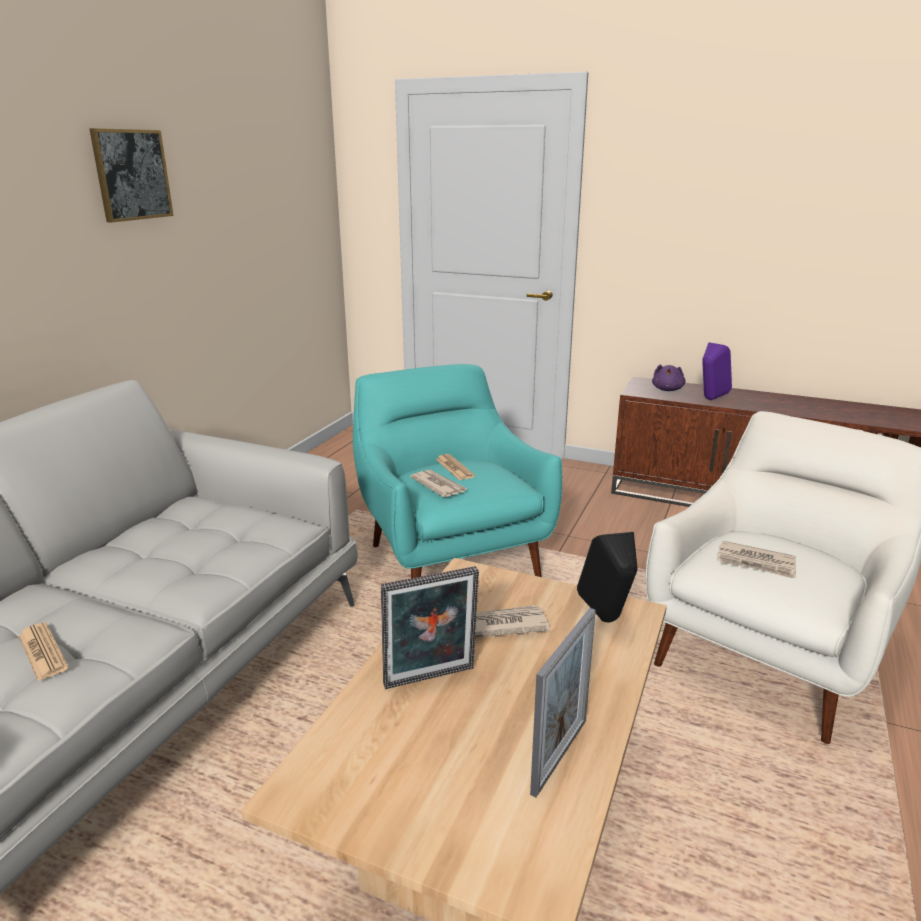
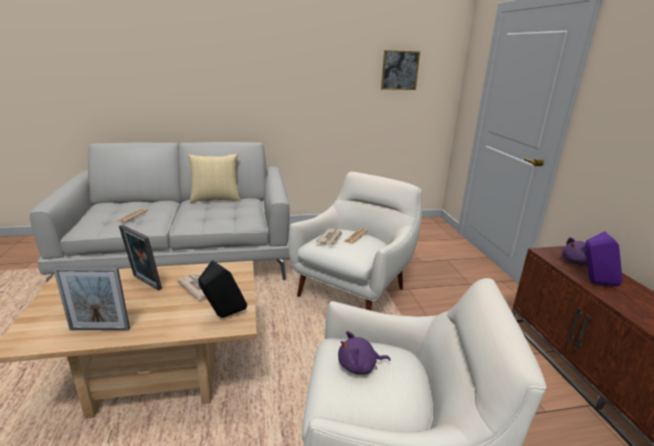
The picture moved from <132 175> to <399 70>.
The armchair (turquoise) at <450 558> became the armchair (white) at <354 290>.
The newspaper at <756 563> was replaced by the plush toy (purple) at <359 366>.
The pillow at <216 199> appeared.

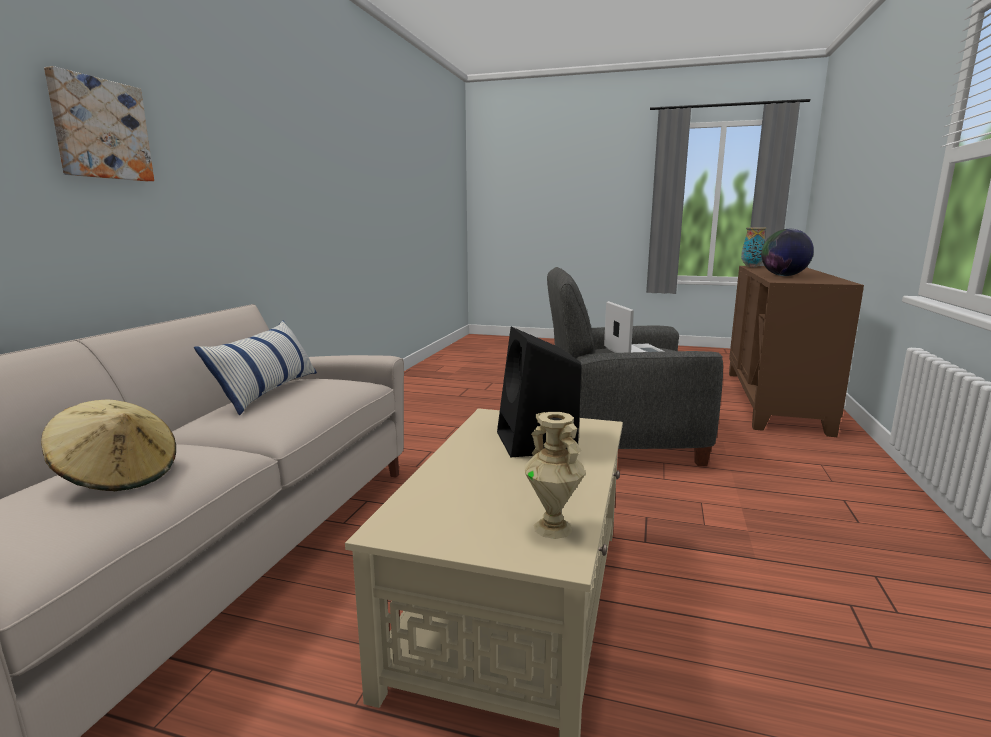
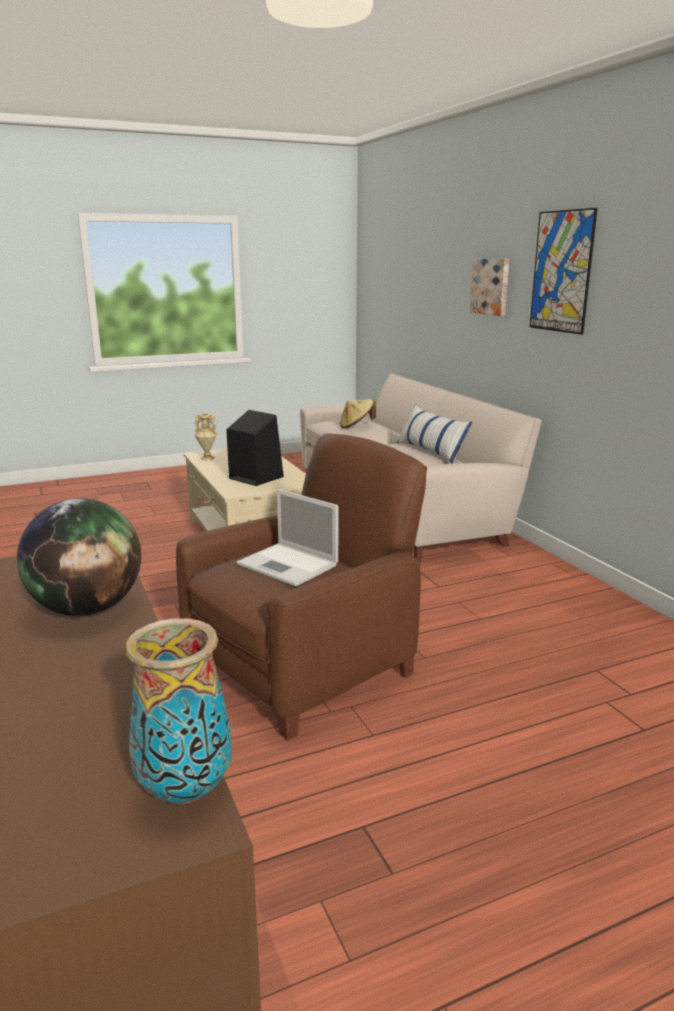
The armchair (grey) at <620 440> became the armchair (brown) at <303 667>.
The picture at <561 272> appeared.

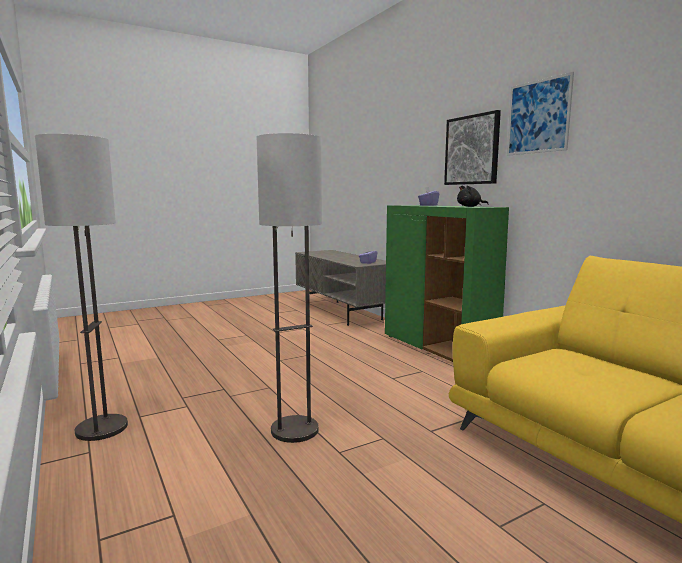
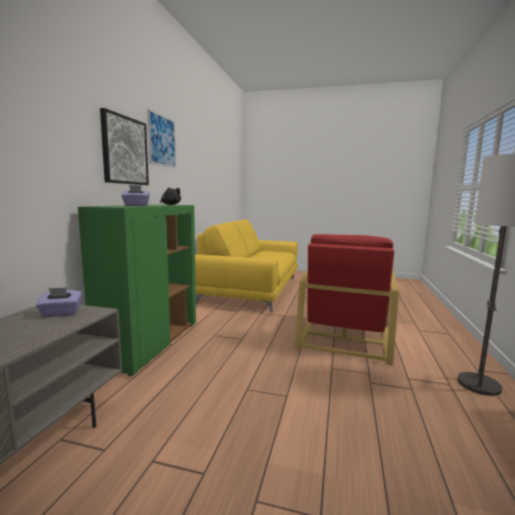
The floor lamp at <295 430> was replaced by the armchair (red) at <344 337>.

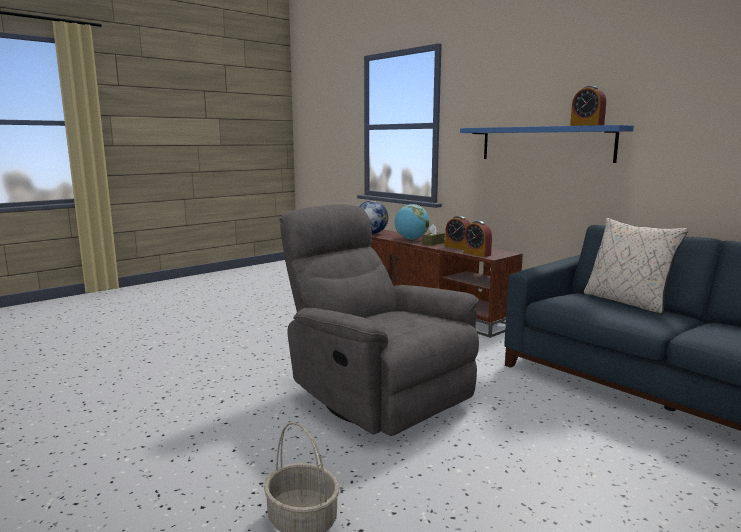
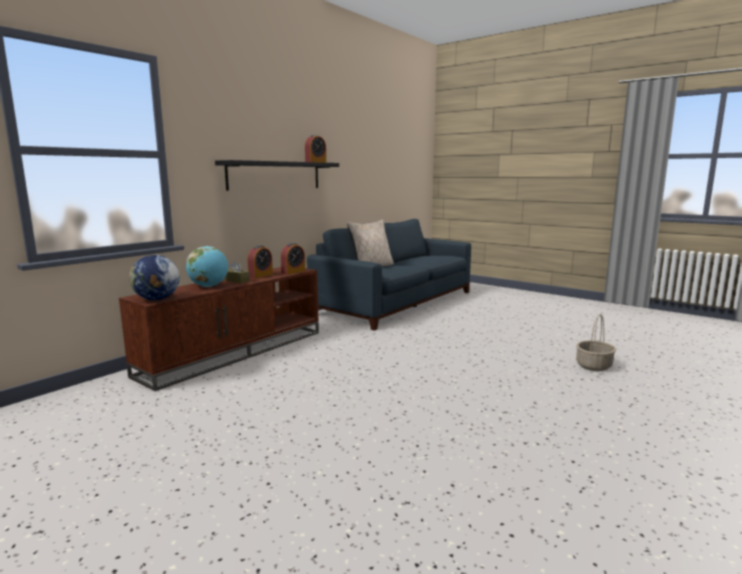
The shelf (blue) at <545 144> became the shelf (black) at <275 175>.
The armchair (grey) at <375 394> disappeared.

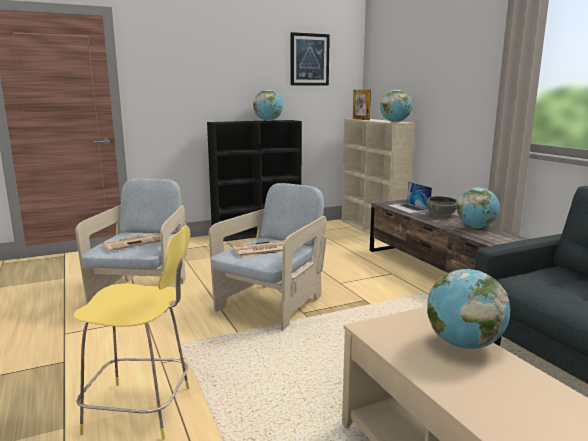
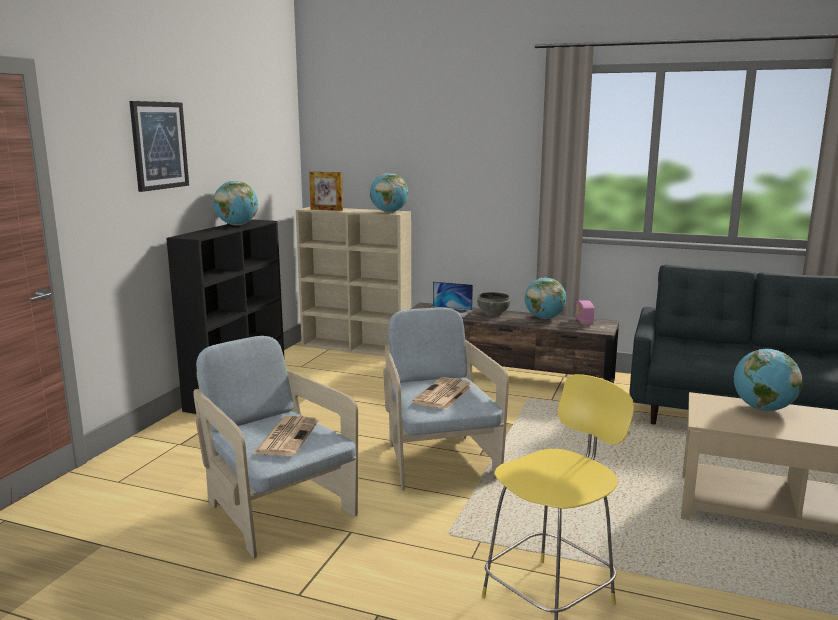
The picture moved from <309 59> to <159 145>.
The radio at <583 322> appeared.

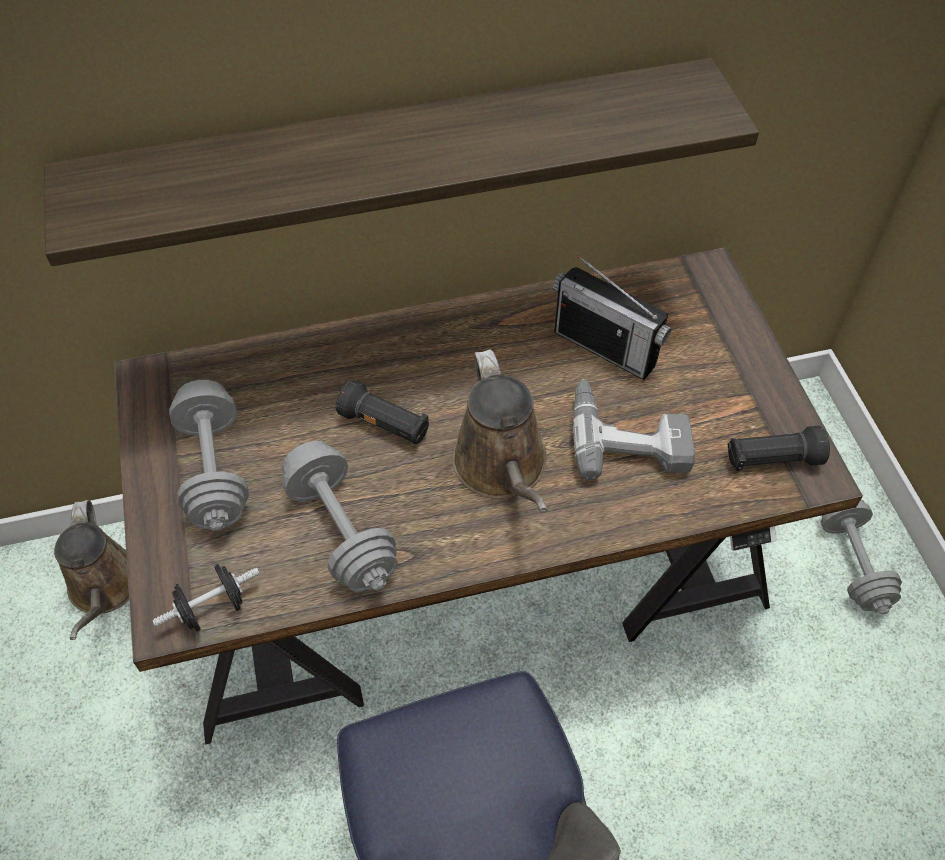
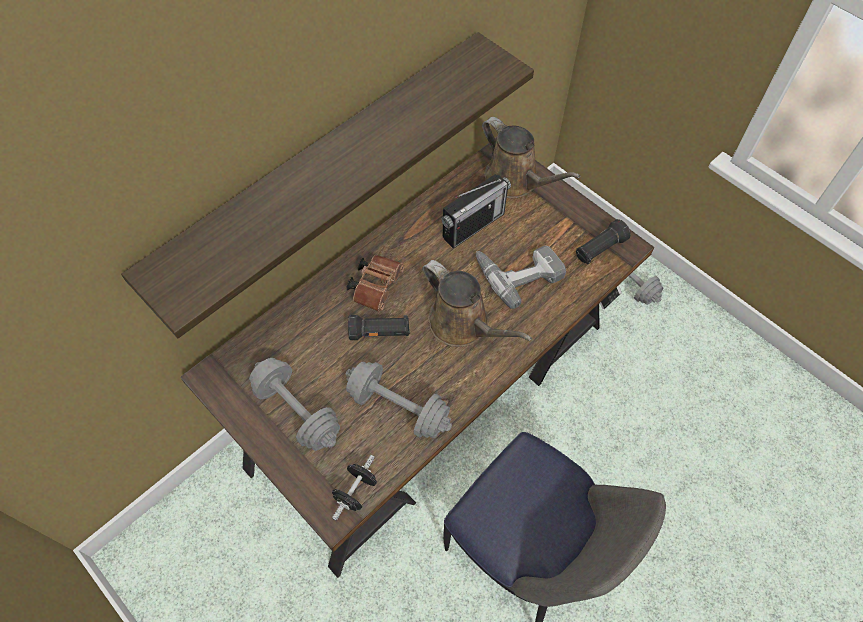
The radio at <605 347> turned 45 degrees counterclockwise.
The watering can (brown) moved from <104 588> to <515 181>.
The binoculars (brown) at <377 285> appeared.

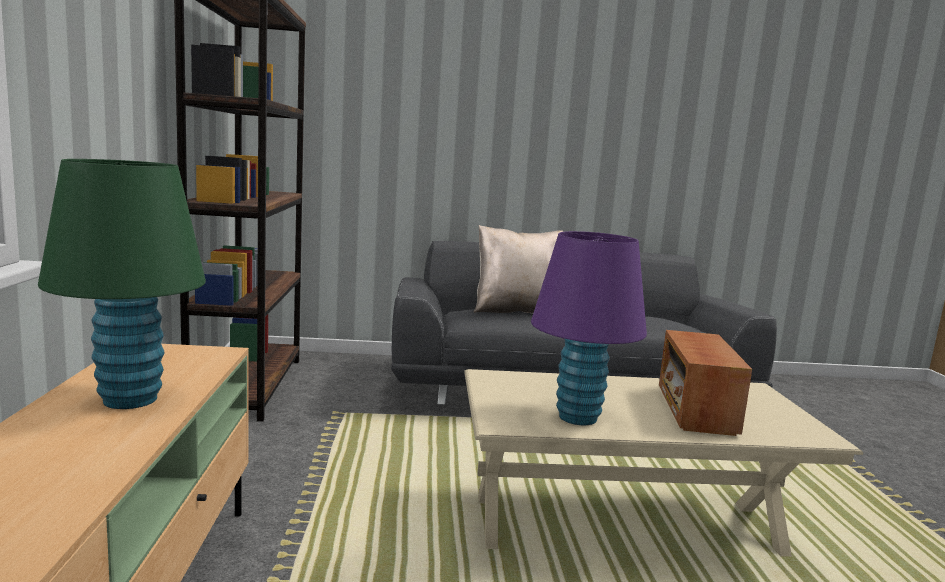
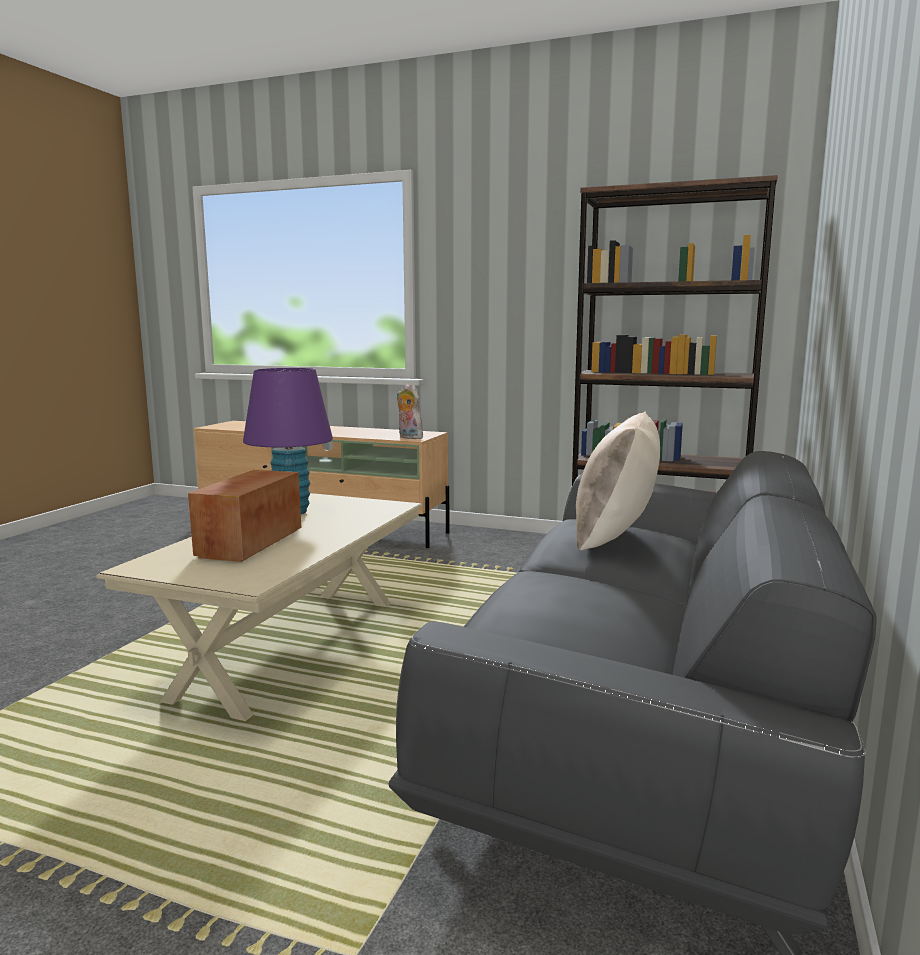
The table lamp (green) at <130 400> disappeared.
The radio at <695 410> turned 105 degrees counterclockwise.
The plush toy at <408 437> appeared.

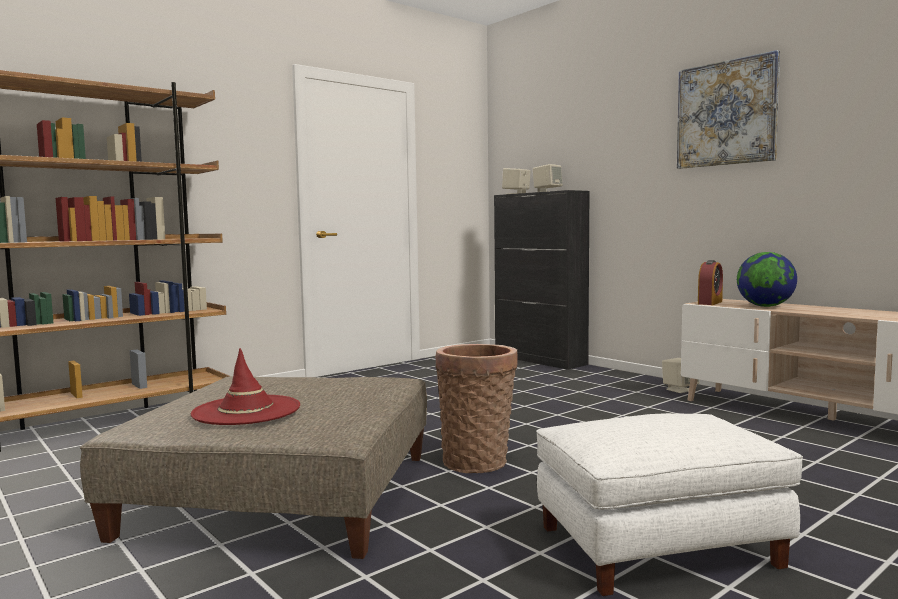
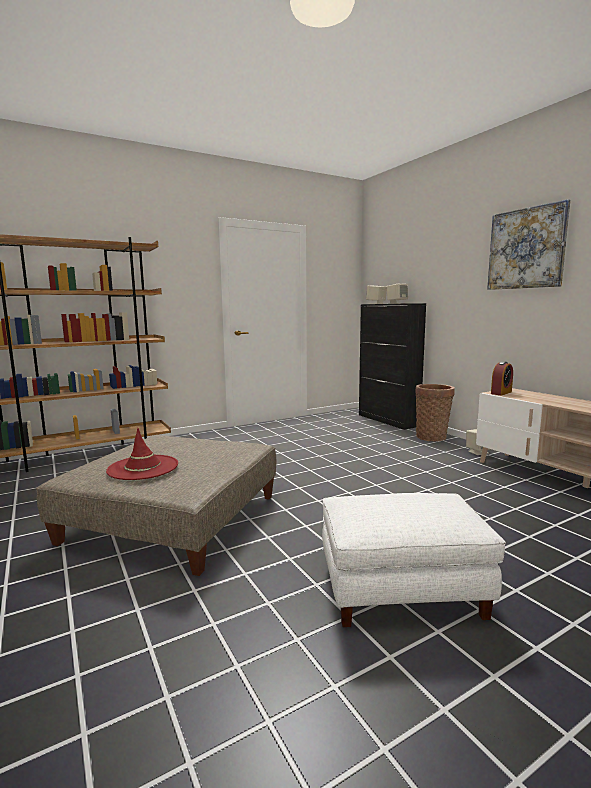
The globe at <765 306> disappeared.
The basket moved from <477 460> to <432 436>.

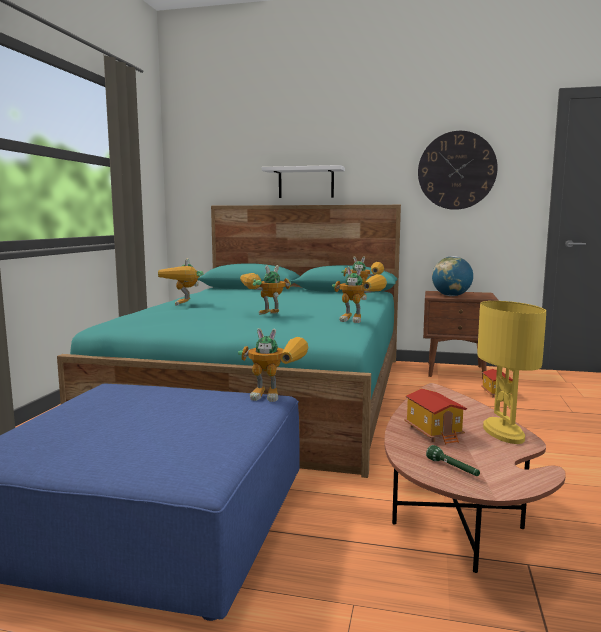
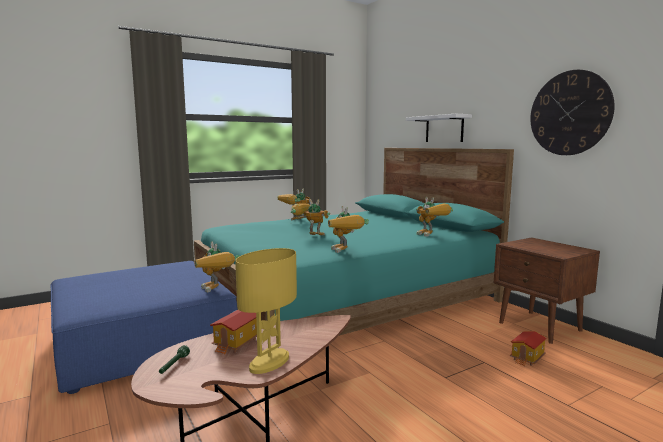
The globe at <451 296> disappeared.

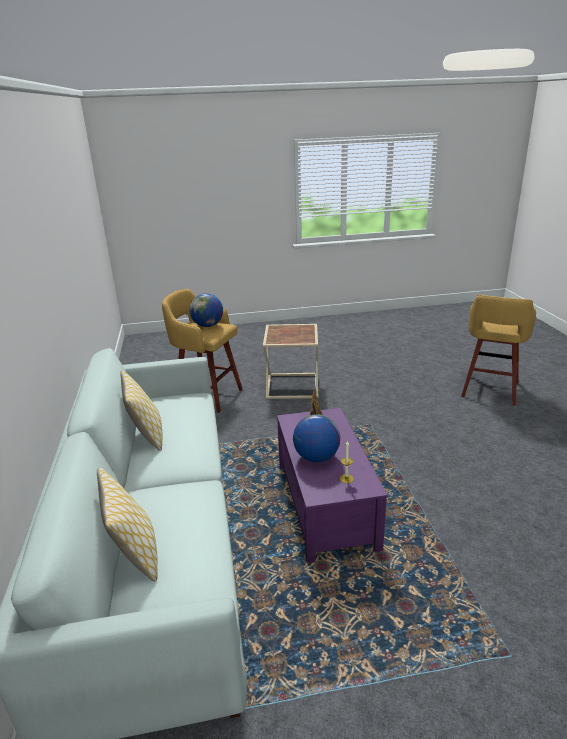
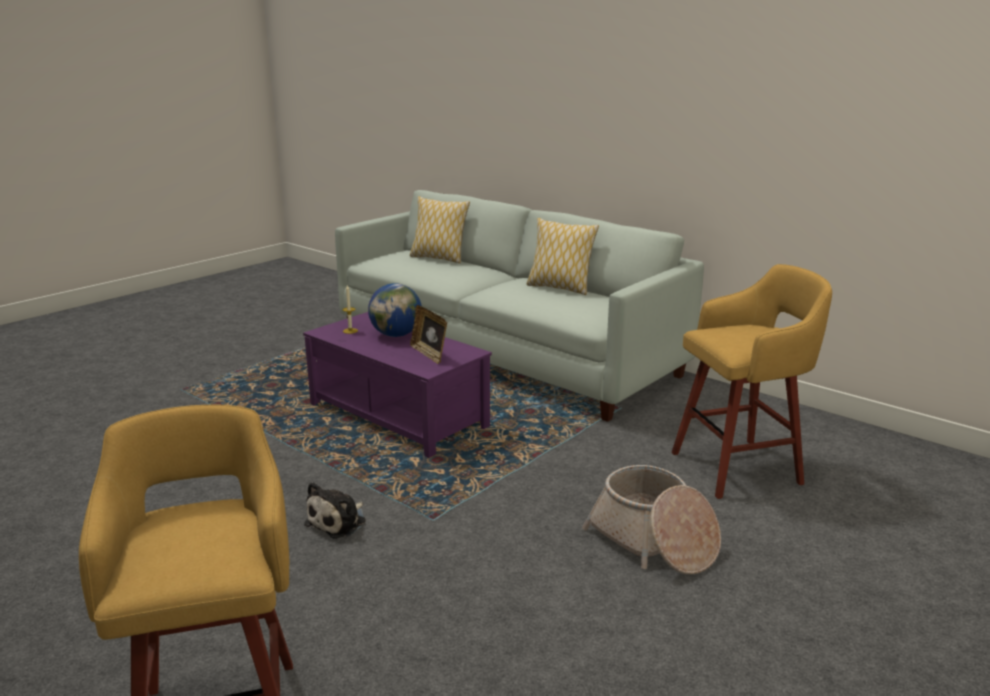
The globe at <208 325> disappeared.
The side table (beige) at <293 386> was replaced by the basket at <653 541>.
The plush toy at <338 522> appeared.

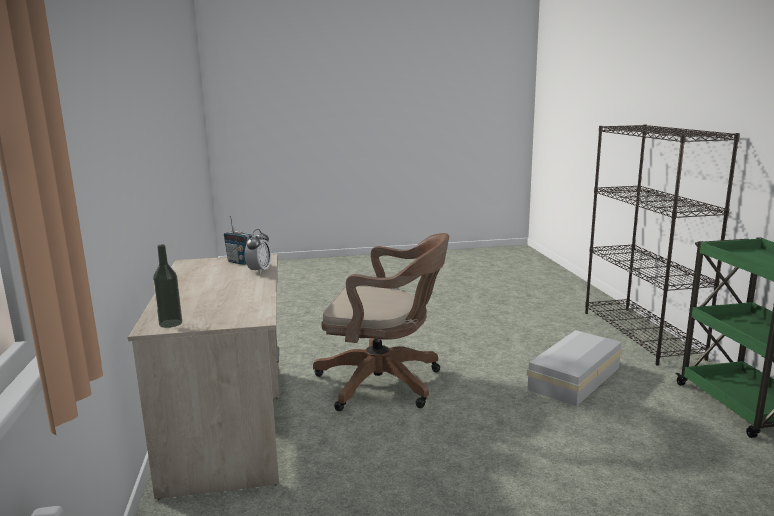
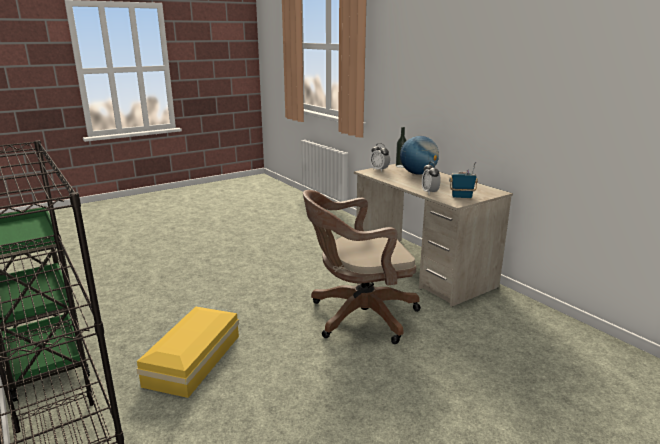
The storage box (white) at <572 378> became the storage box (yellow) at <195 359>.
The globe at <418 173> appeared.
The alarm clock at <379 170> appeared.

